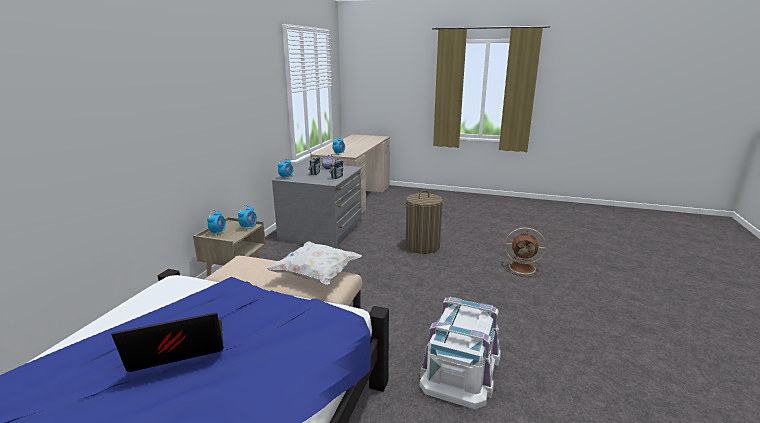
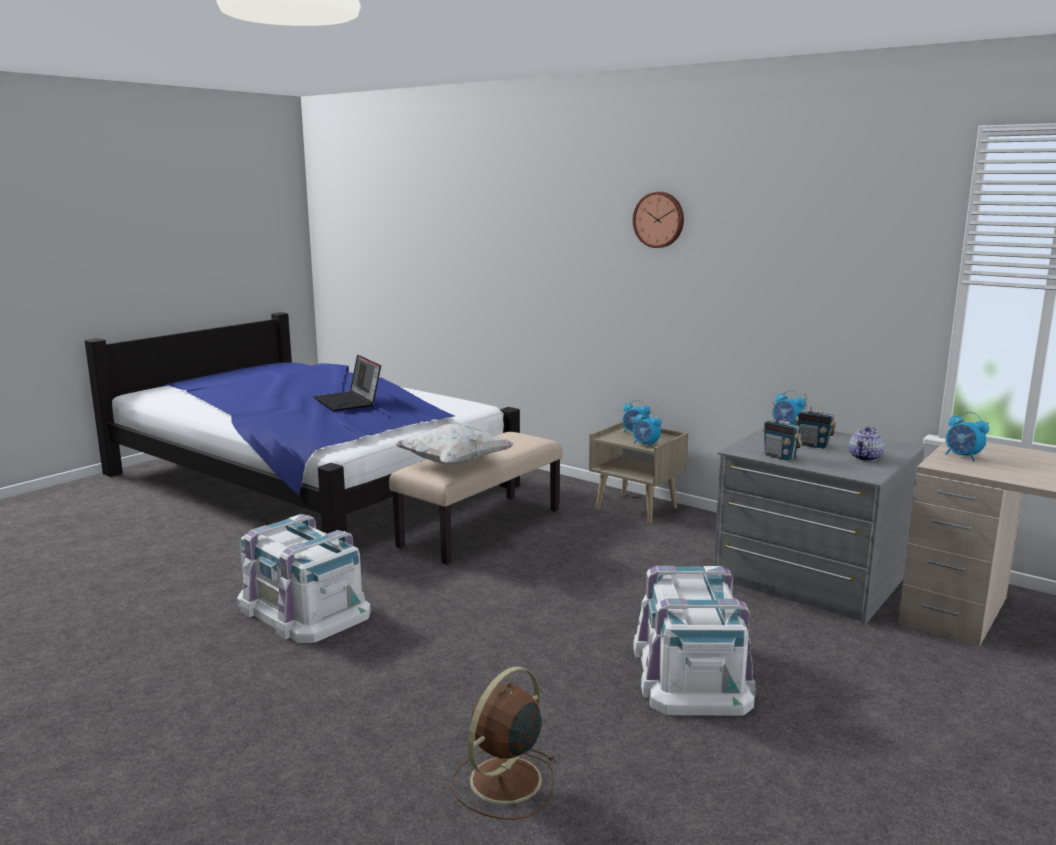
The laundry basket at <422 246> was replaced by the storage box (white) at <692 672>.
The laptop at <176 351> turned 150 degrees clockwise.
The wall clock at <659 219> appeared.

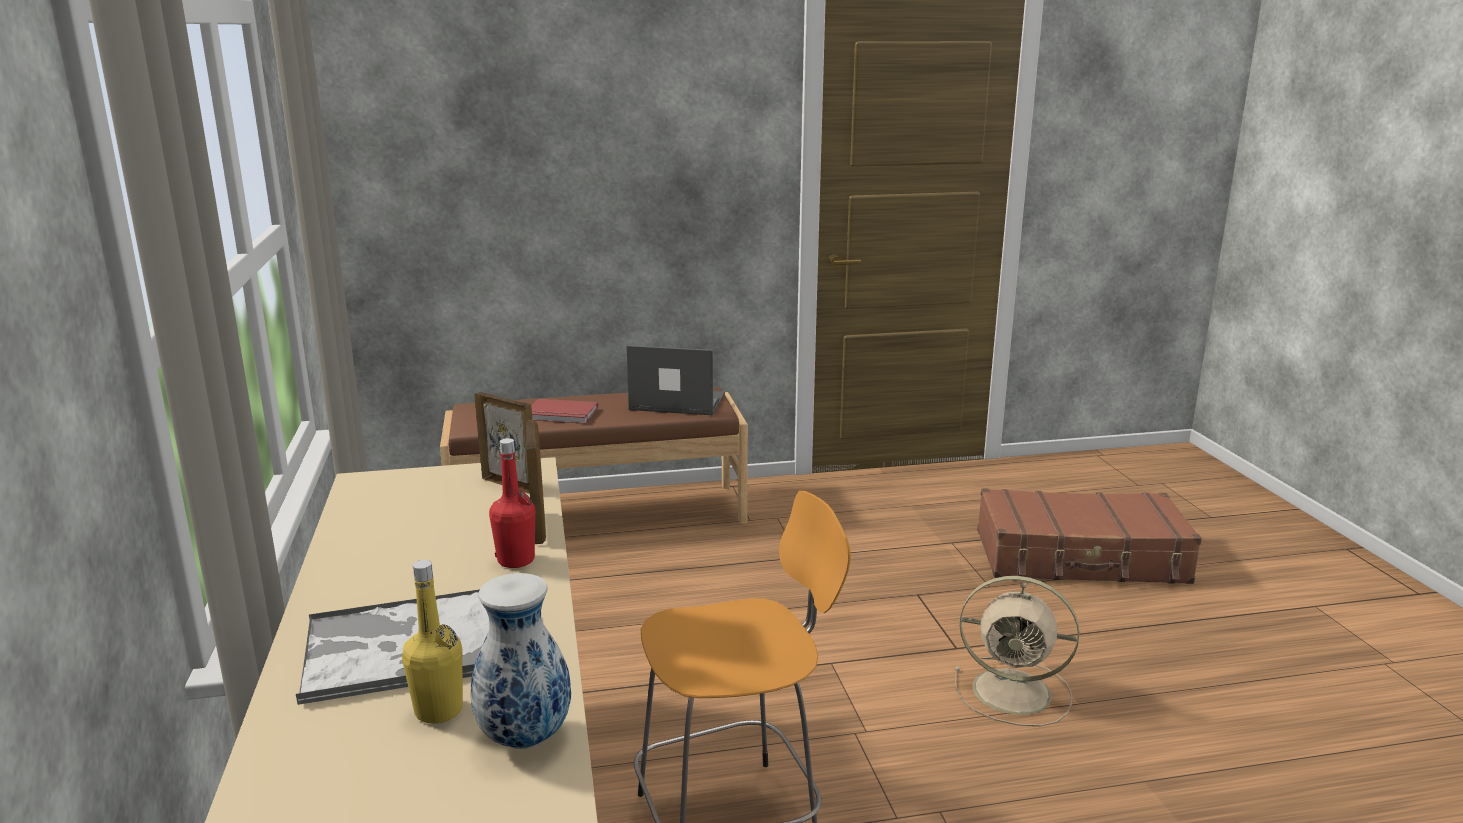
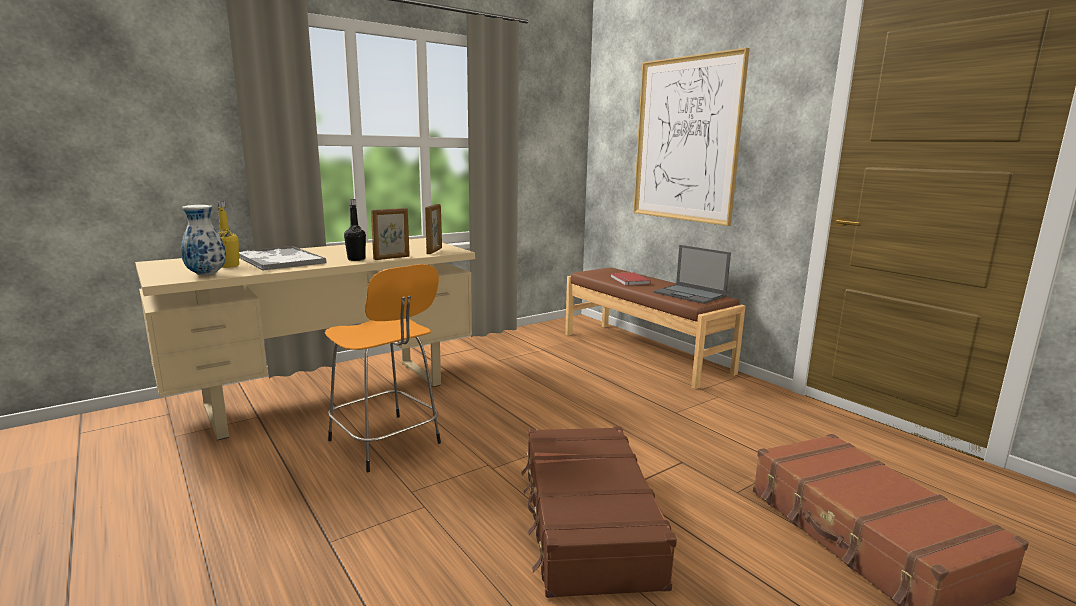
The laptop at <676 402> turned 150 degrees clockwise.
The bottle (red) at <516 560> became the bottle (black) at <356 259>.
The fan (beige) at <1015 692> was replaced by the suitcase (brown) at <586 522>.
The picture at <686 140> appeared.

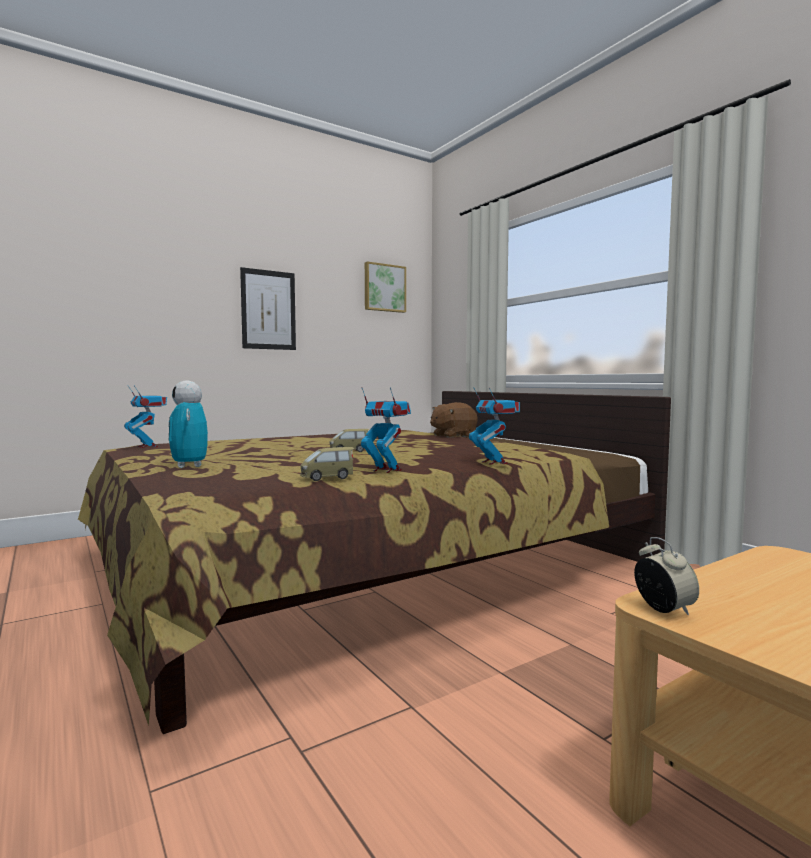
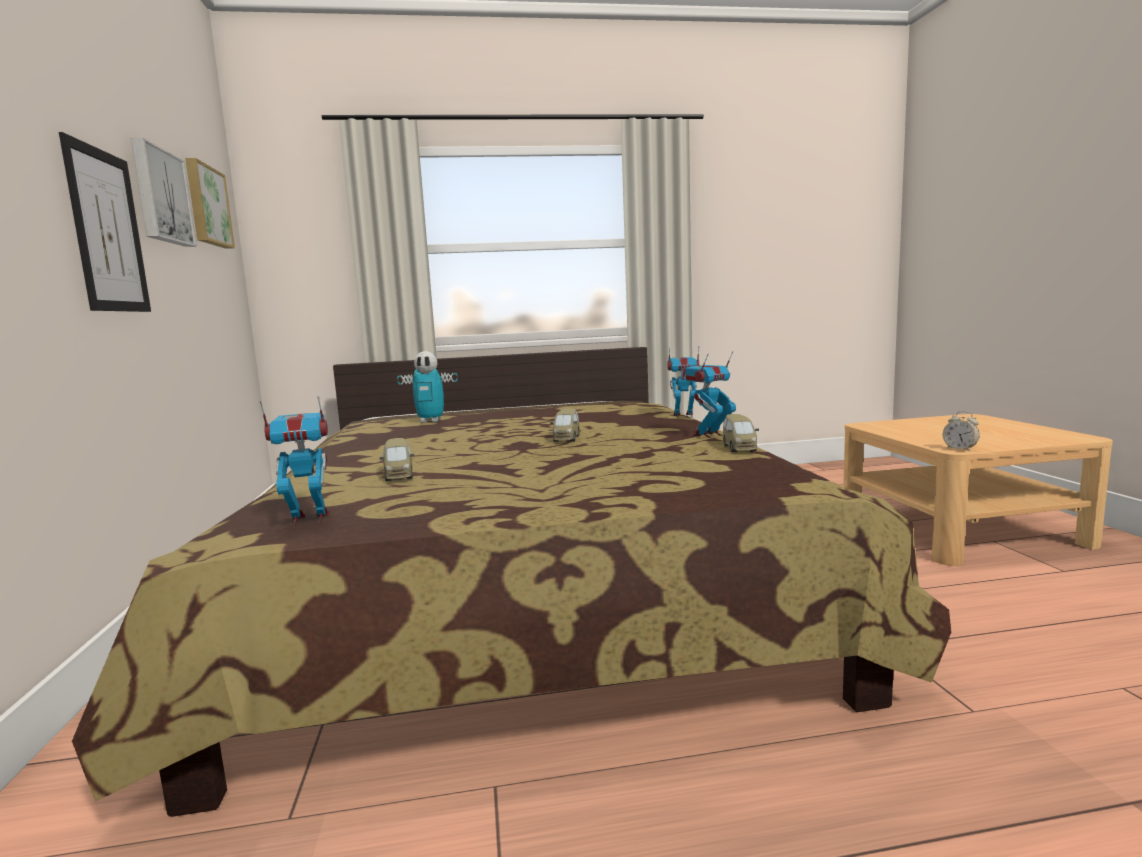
The toy robot moved from <189 466> to <431 421>.
The plush toy (brown) at <452 436> disappeared.
The alarm clock at <664 609> turned 135 degrees counterclockwise.
The picture at <160 196> appeared.
The toy car at <399 475> appeared.

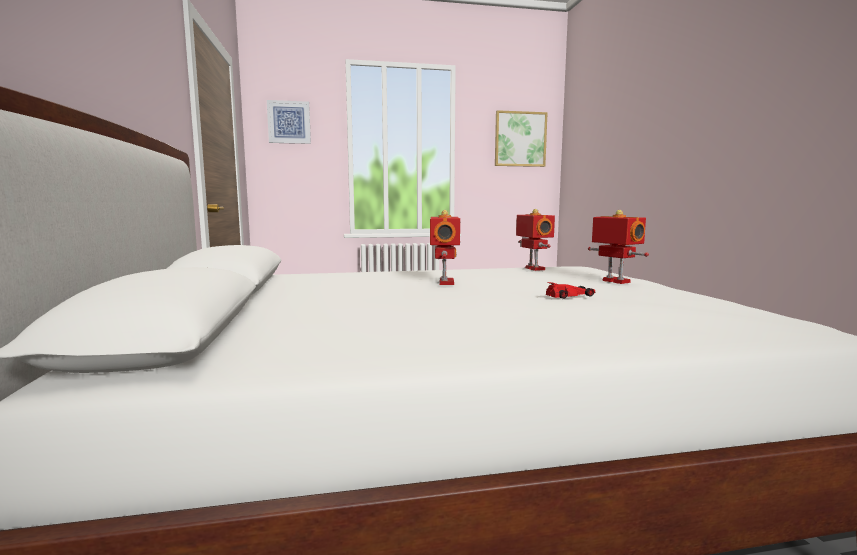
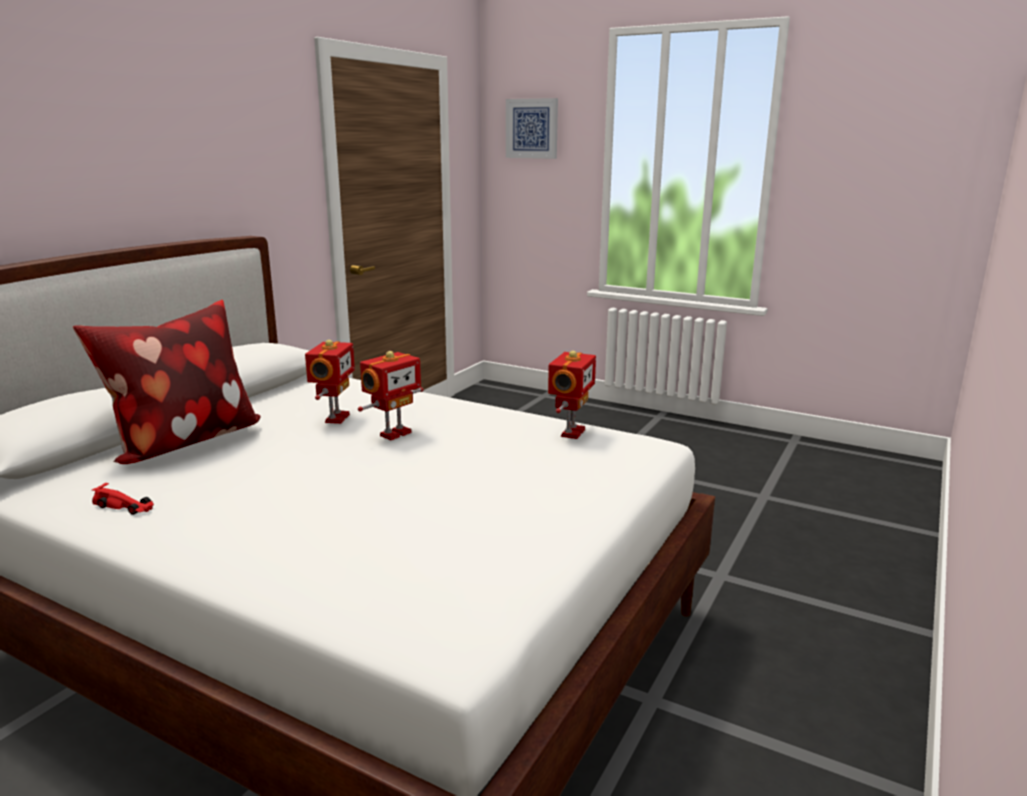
The picture at <520 139> disappeared.
The toy robot moved from <615 281> to <335 418>.
The toy car (red) moved from <572 296> to <125 506>.
The pillow at <183 443> appeared.

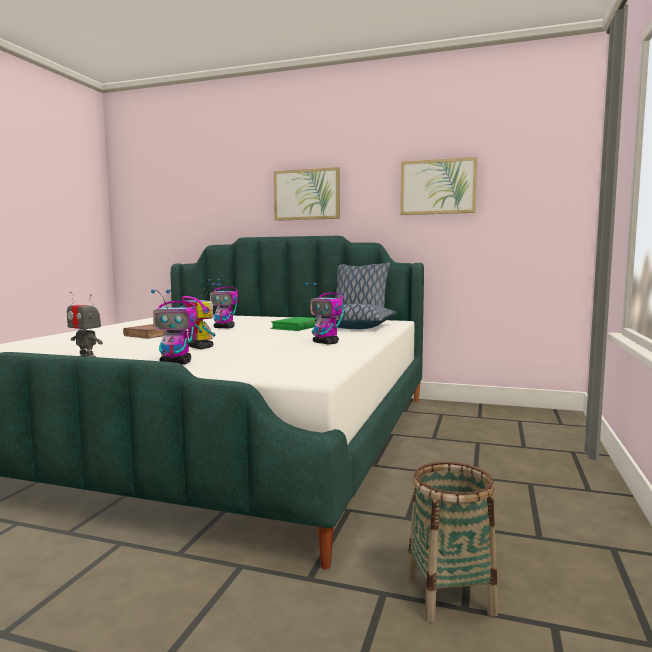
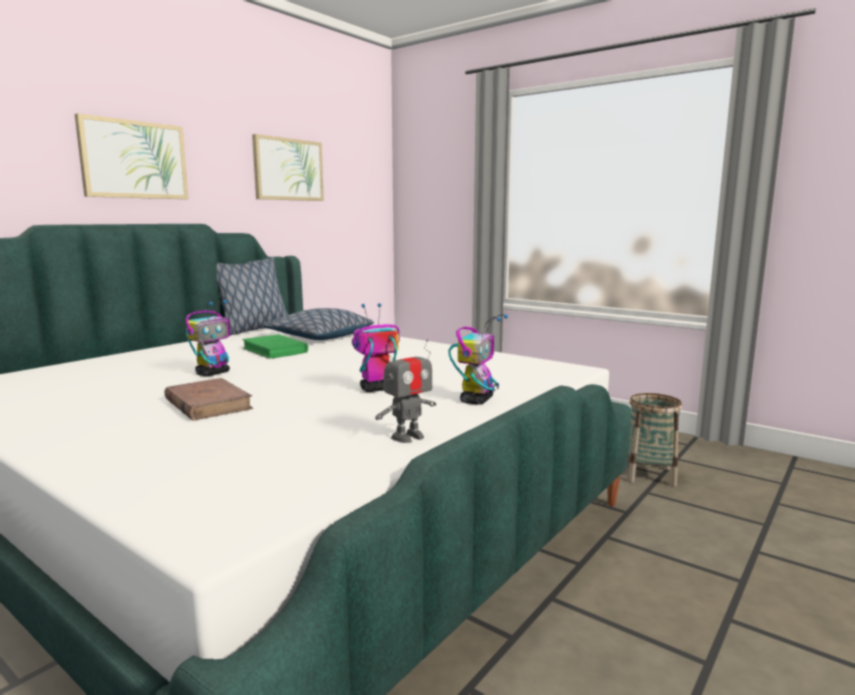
The toy robot at <326 343> disappeared.

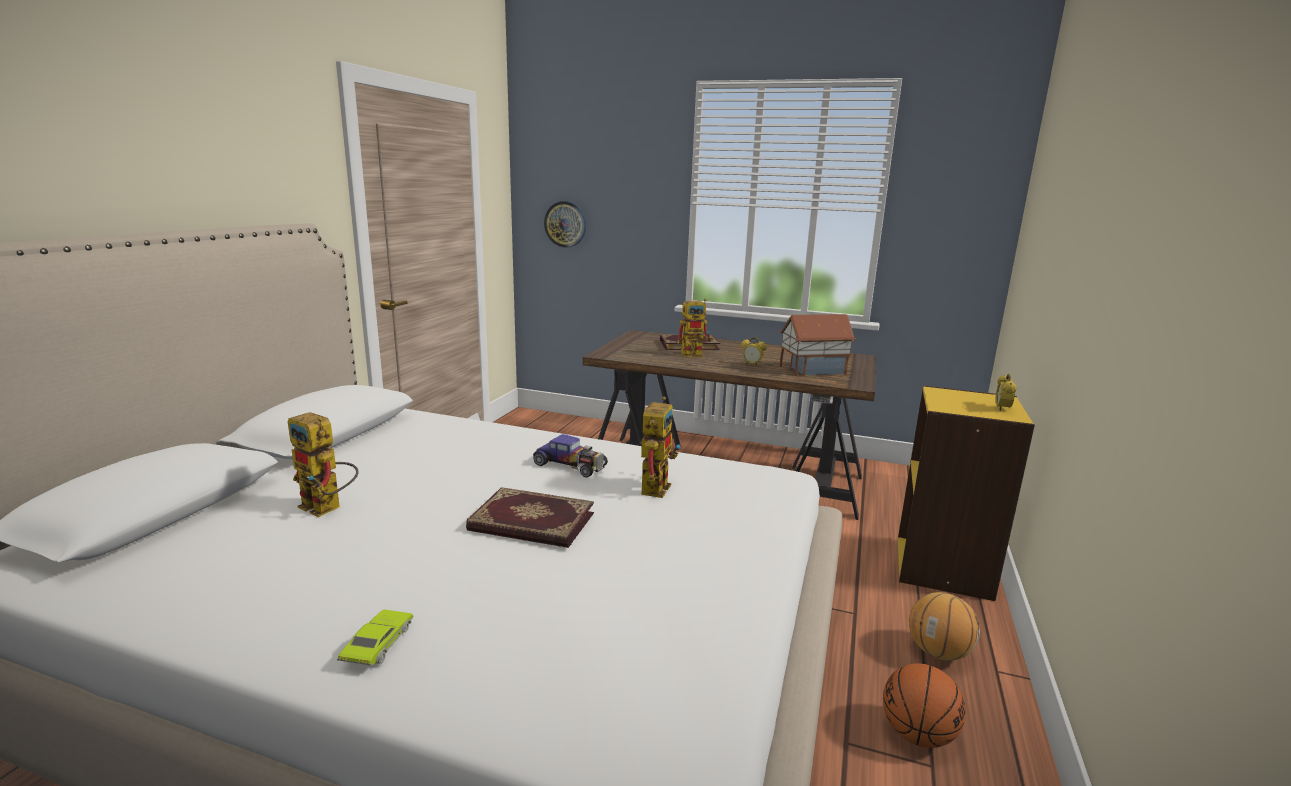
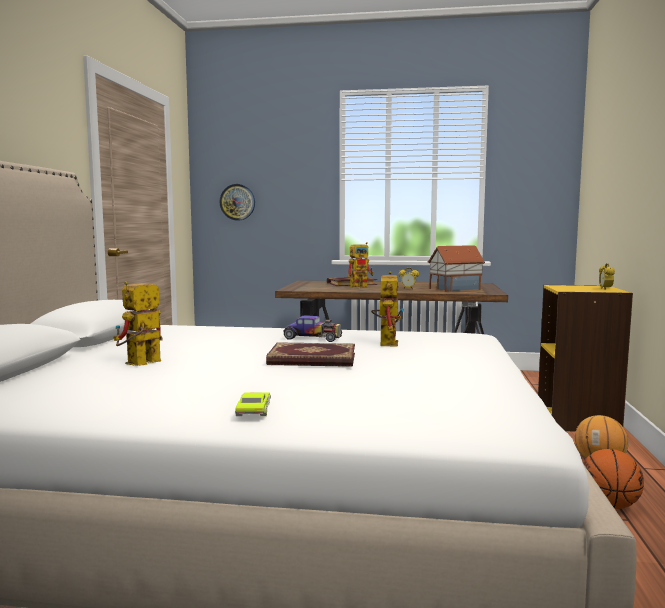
The toy robot at <328 508> turned 105 degrees clockwise.

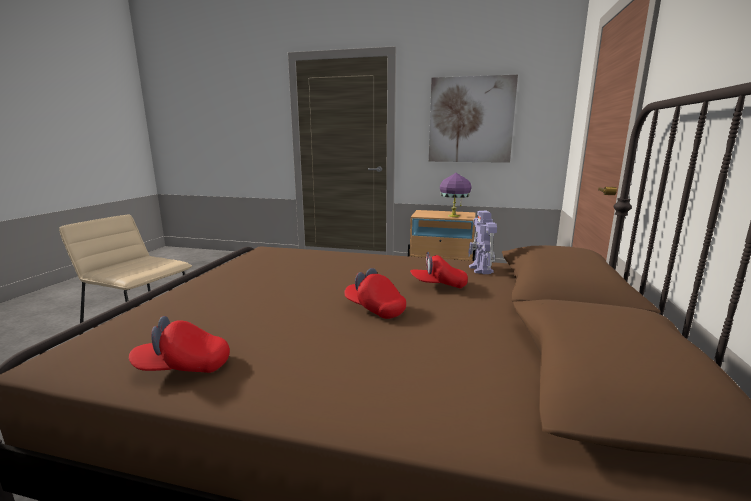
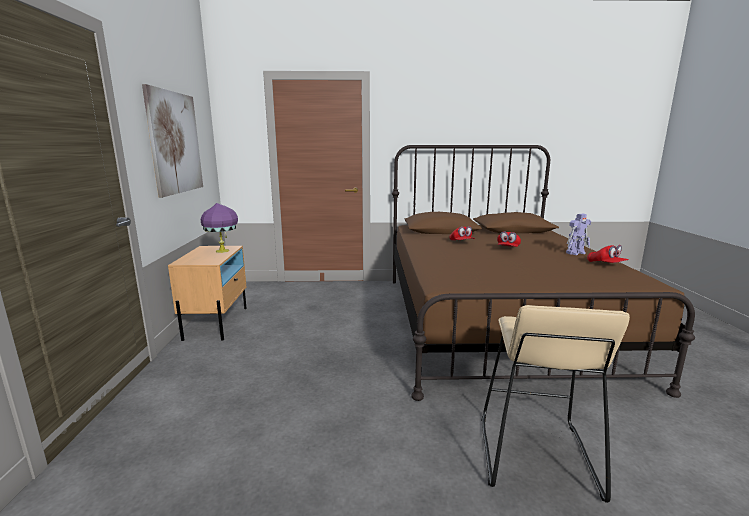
The toy robot moved from <481 270> to <576 253>.

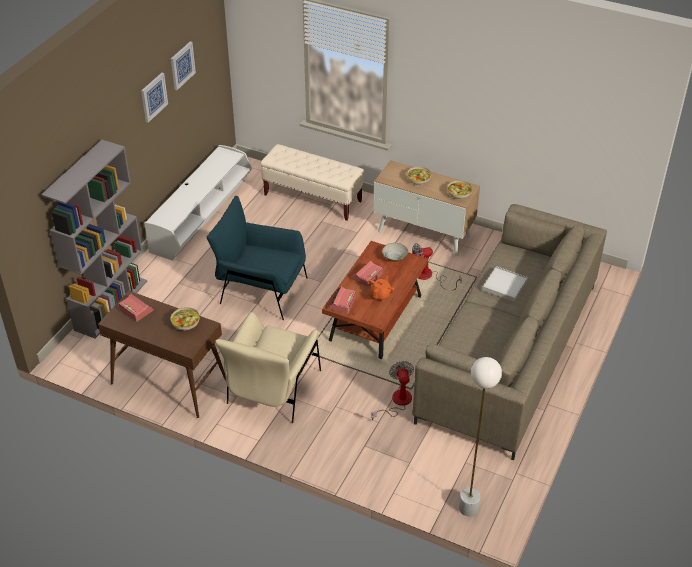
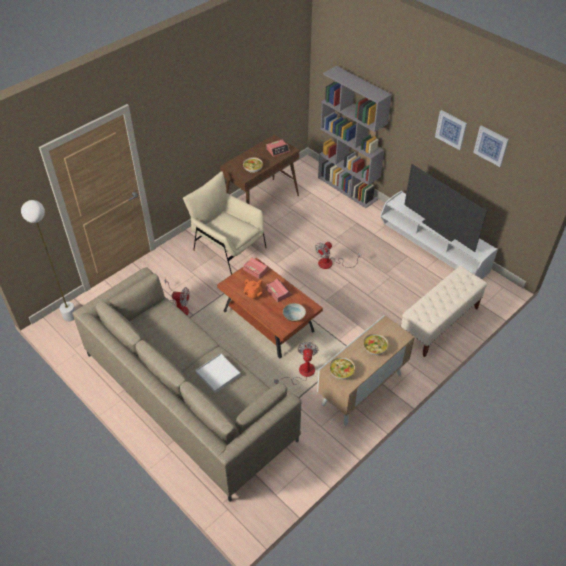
The armchair (blue) at <261 290> was replaced by the fan at <331 263>.
The television at <438 230> appeared.

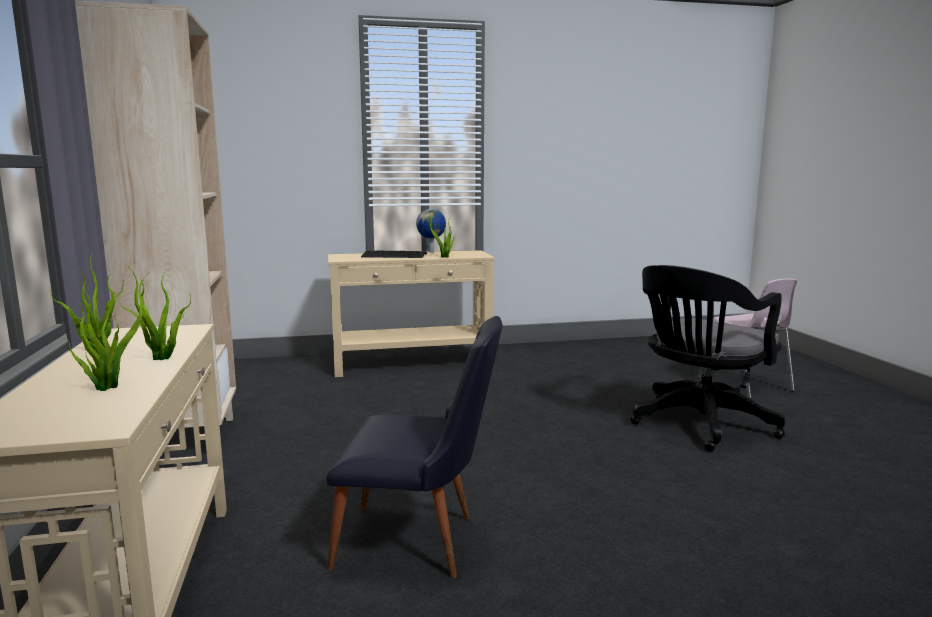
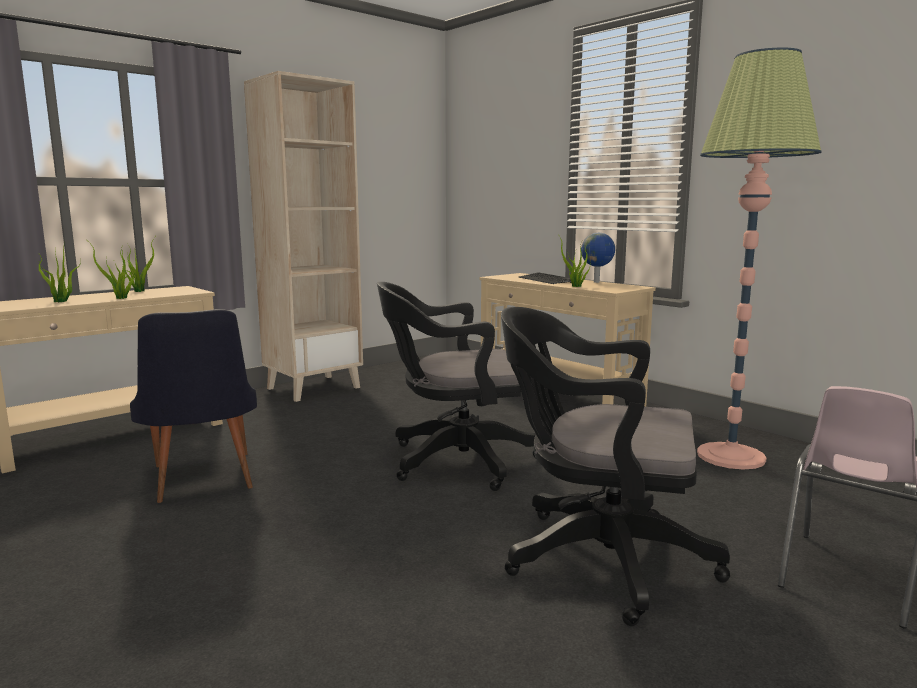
The floor lamp at <730 456> appeared.
The office chair (black) at <454 461> appeared.

